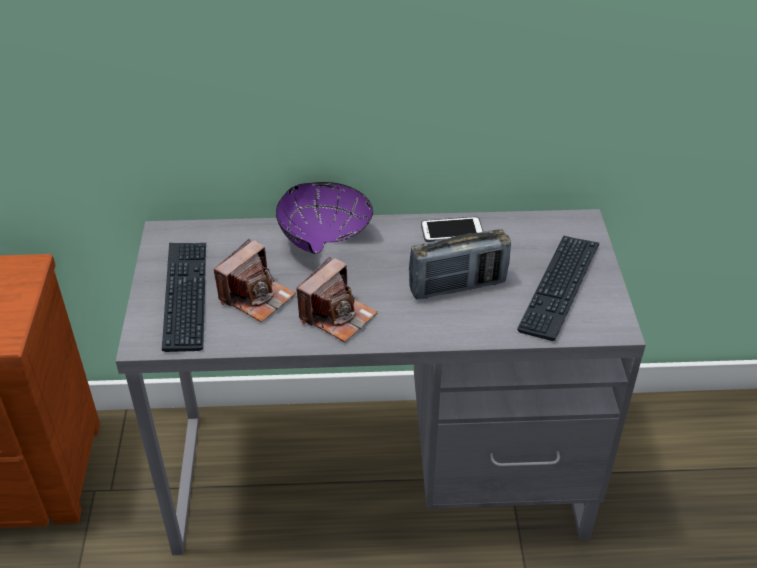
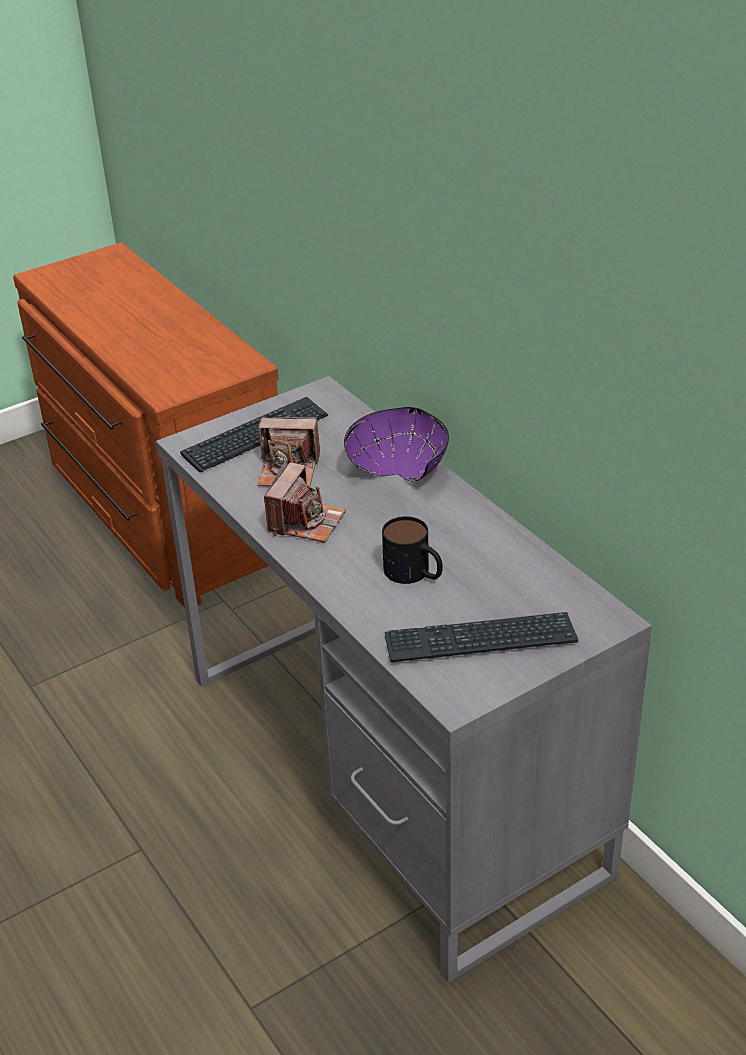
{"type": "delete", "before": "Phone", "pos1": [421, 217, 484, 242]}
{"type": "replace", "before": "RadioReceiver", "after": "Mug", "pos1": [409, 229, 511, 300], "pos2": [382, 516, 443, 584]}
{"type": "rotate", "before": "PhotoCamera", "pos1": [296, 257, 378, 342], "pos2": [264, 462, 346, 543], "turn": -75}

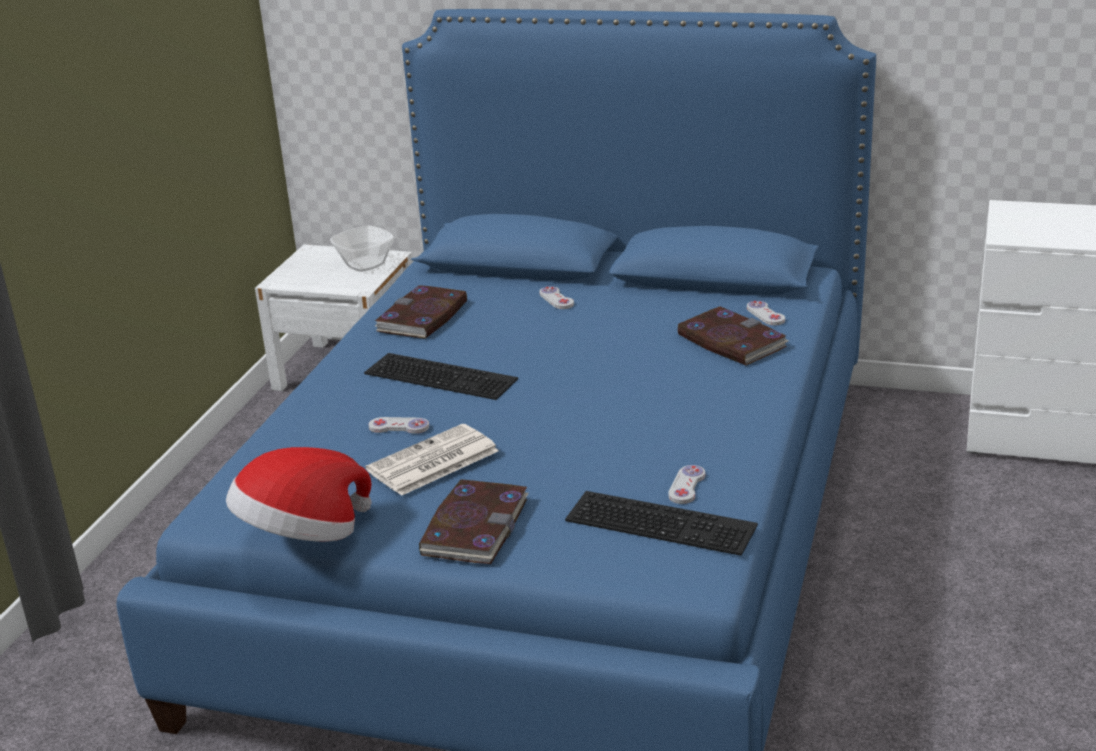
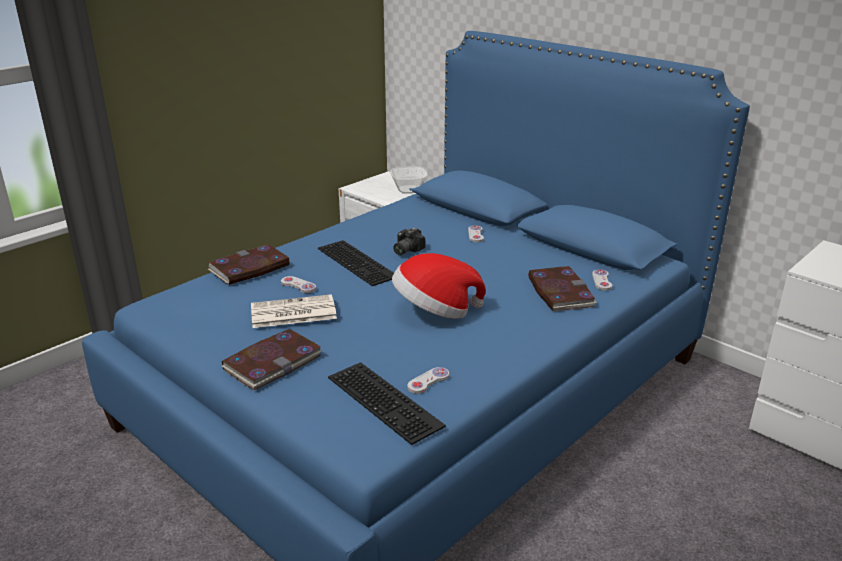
{"type": "move", "before": "BoundBook", "pos1": [375, 285, 467, 339], "pos2": [208, 245, 290, 285]}
{"type": "move", "before": "Hat", "pos1": [226, 447, 371, 542], "pos2": [392, 253, 486, 319]}
{"type": "insert", "after": "PhotoCamera", "pos2": [393, 228, 425, 255]}

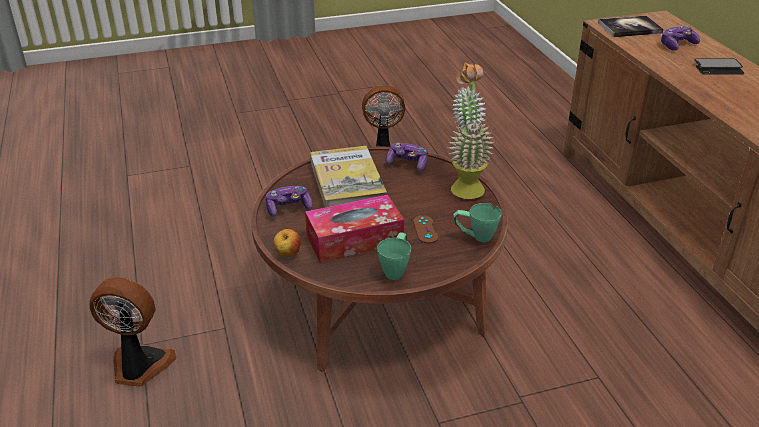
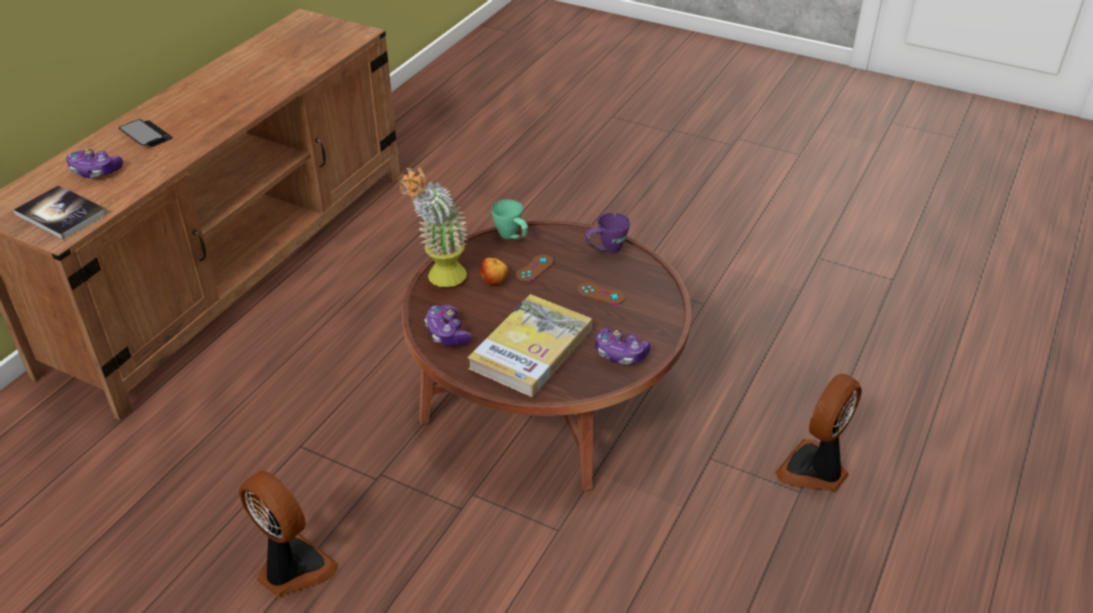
{"type": "replace", "before": "BoxOfTissues", "after": "BrownJoypad", "pos1": [305, 195, 404, 262], "pos2": [577, 282, 625, 305]}
{"type": "move", "before": "AppleFruit", "pos1": [273, 229, 301, 257], "pos2": [480, 258, 508, 285]}
{"type": "recolor", "before": "GreenColouredMug", "after": "PurpleColouredMug", "pos1": [377, 232, 411, 280], "pos2": [585, 213, 630, 253]}
{"type": "rotate", "before": "ElectricFan", "pos1": [89, 277, 177, 387], "pos2": [775, 373, 862, 492], "turn": 75}

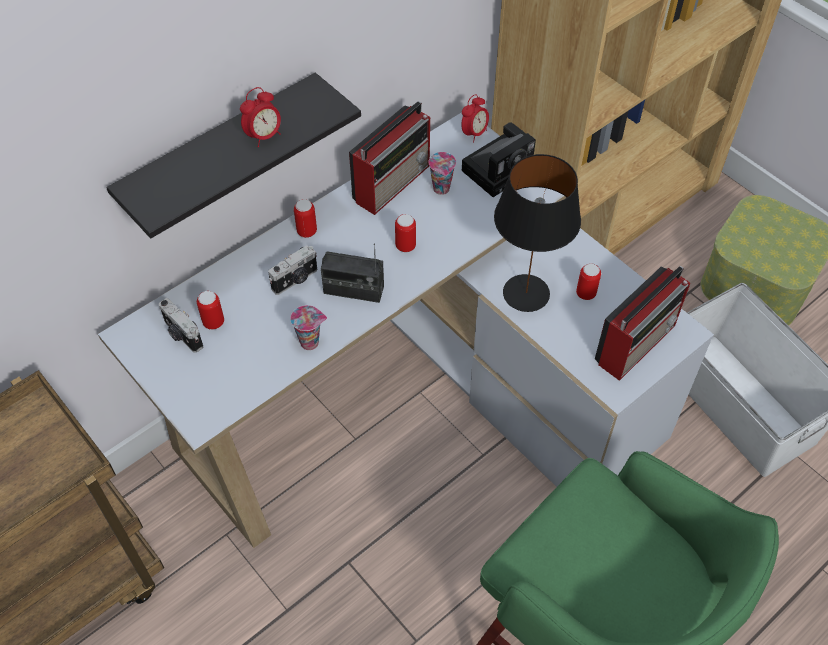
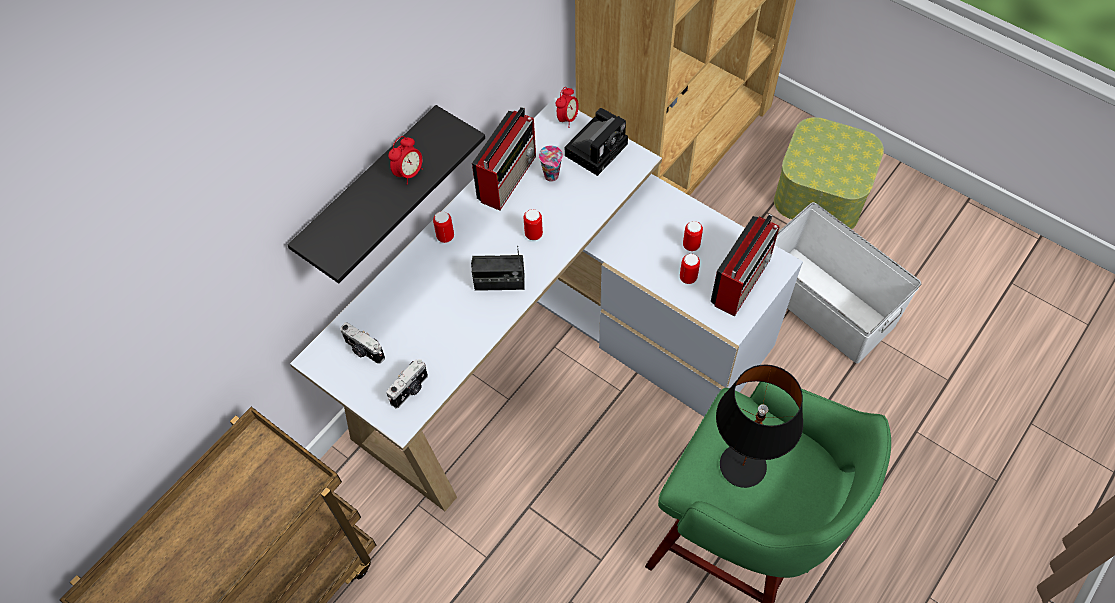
{"type": "move", "before": "BlackColouredTableLamp", "pos1": [494, 154, 581, 312], "pos2": [716, 365, 803, 488]}
{"type": "move", "before": "PhotoCamera", "pos1": [268, 245, 317, 295], "pos2": [386, 359, 428, 409]}
{"type": "move", "before": "SealedCan", "pos1": [197, 291, 224, 330], "pos2": [680, 254, 700, 284]}
{"type": "delete", "before": "SmallCup", "pos1": [290, 305, 327, 350]}

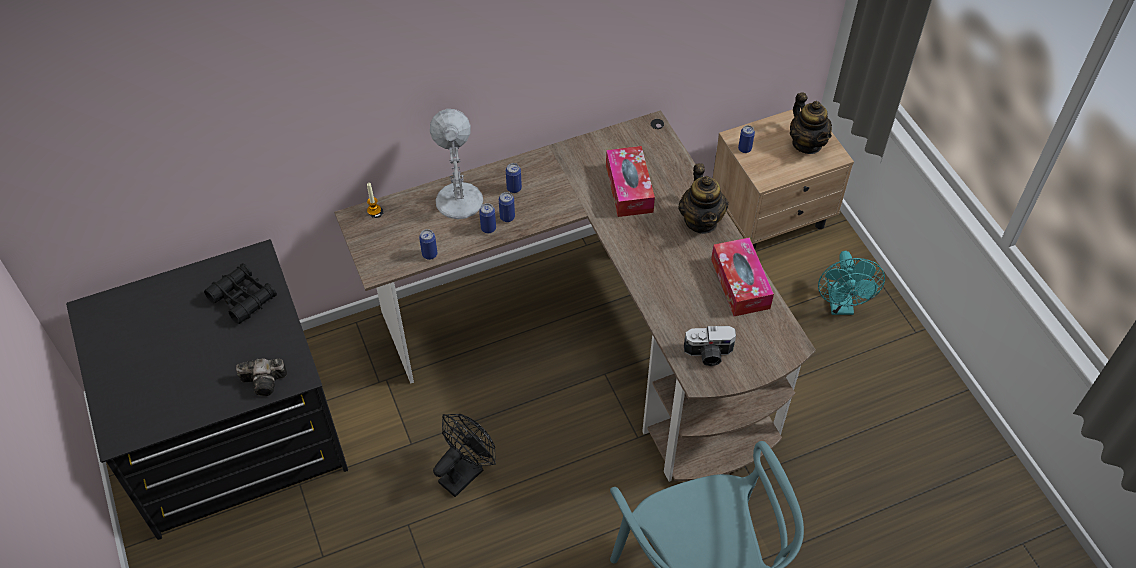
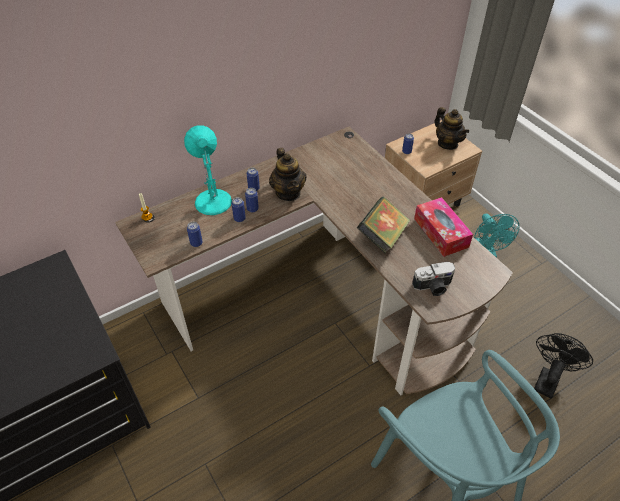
{"type": "recolor", "before": "WhiteTableLamp", "after": "BlueGreenTableLamp", "pos1": [430, 109, 483, 219], "pos2": [184, 125, 232, 215]}
{"type": "delete", "before": "BoxOfTissues", "pos1": [606, 146, 655, 217]}
{"type": "move", "before": "PotForTea", "pos1": [678, 163, 728, 234], "pos2": [269, 148, 306, 201]}
{"type": "delete", "before": "BlackColouredBinoculars", "pos1": [204, 263, 277, 324]}
{"type": "delete", "before": "PhotoCamera", "pos1": [236, 358, 287, 396]}
{"type": "move", "before": "BlackColouredElectricFan", "pos1": [433, 414, 496, 497], "pos2": [534, 333, 593, 399]}
{"type": "insert", "after": "BoundBook", "pos2": [357, 197, 410, 253]}

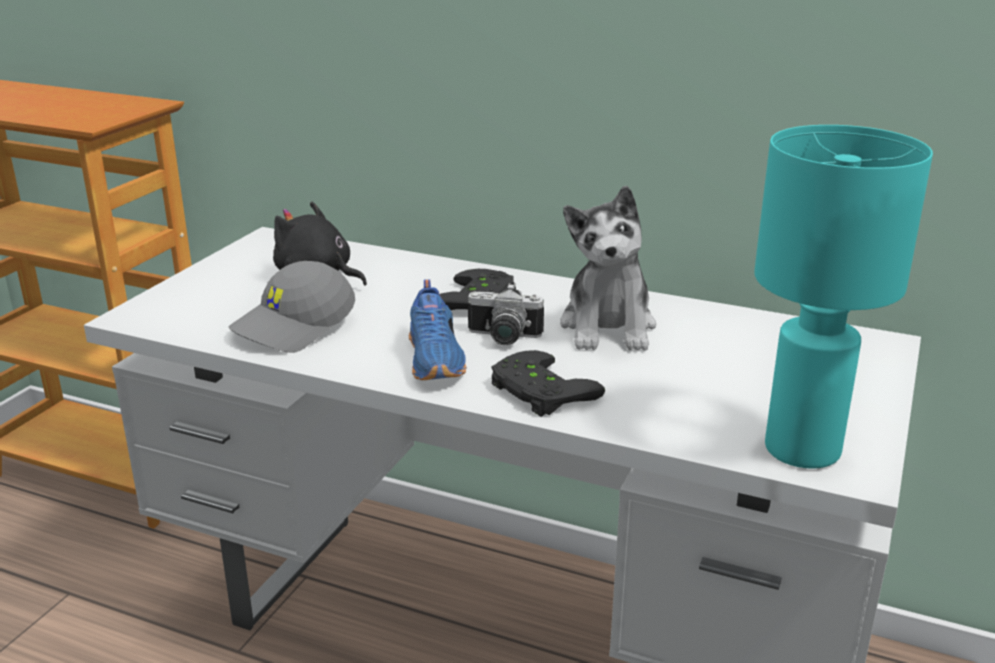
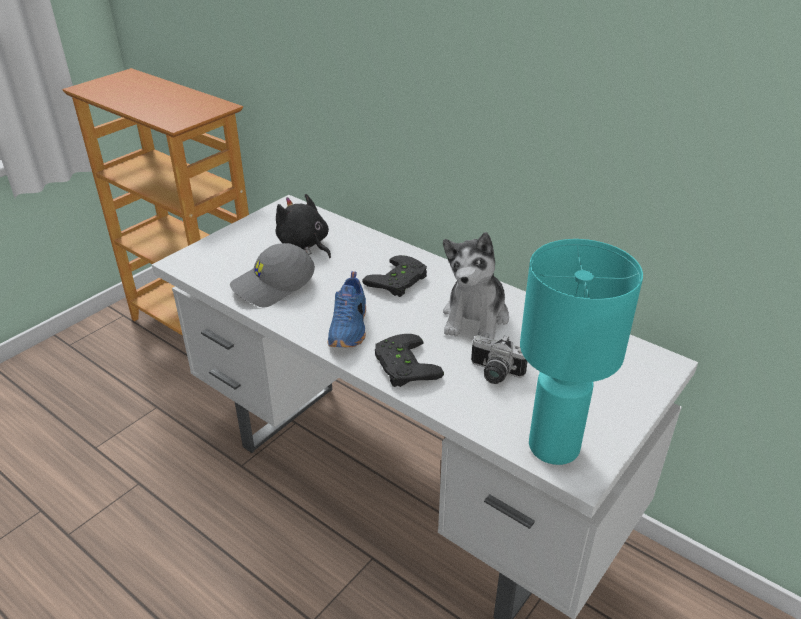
{"type": "move", "before": "PhotoCamera", "pos1": [468, 283, 544, 345], "pos2": [471, 335, 527, 384]}

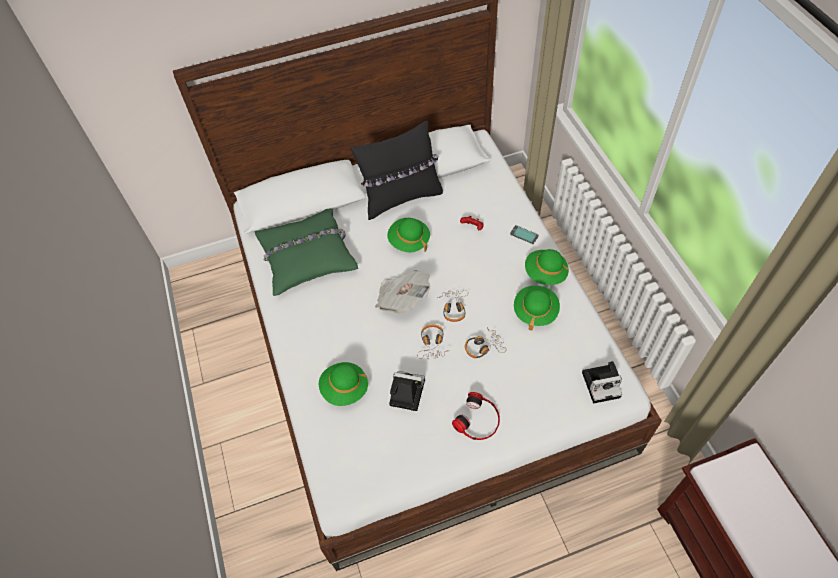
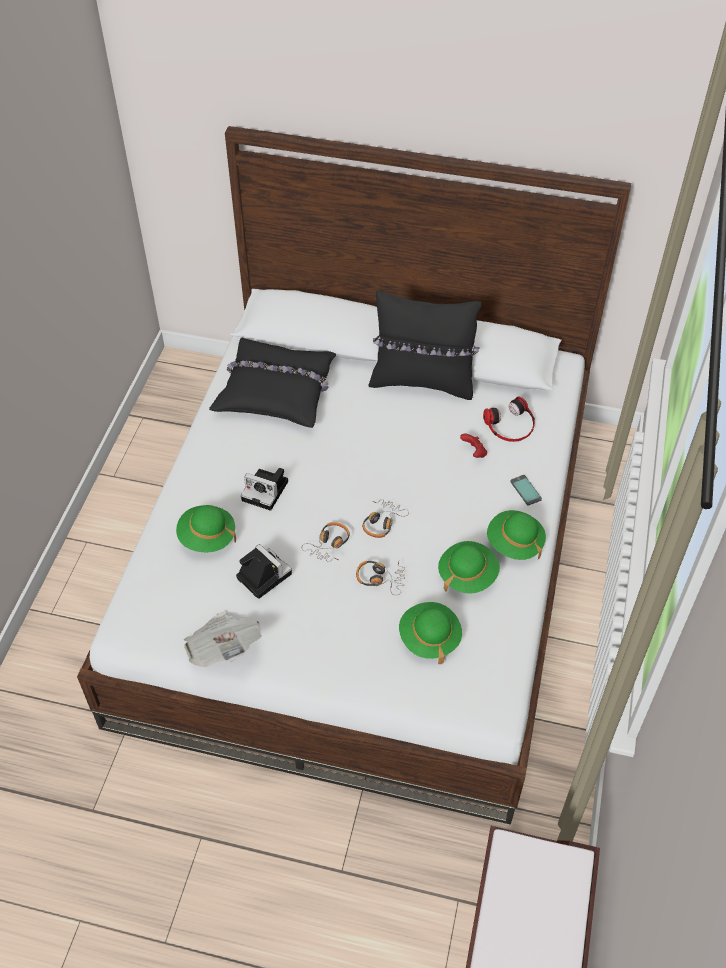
{"type": "recolor", "before": "GreenColouredThrowPillow", "after": "BlackColouredThrowPillow", "pos1": [255, 208, 358, 296], "pos2": [209, 338, 336, 428]}
{"type": "move", "before": "GreenColouredHat", "pos1": [387, 218, 430, 252], "pos2": [399, 602, 462, 664]}
{"type": "move", "before": "Newspaper", "pos1": [375, 270, 430, 313], "pos2": [184, 612, 262, 667]}
{"type": "move", "before": "PhotoCamera", "pos1": [582, 361, 622, 403], "pos2": [241, 468, 288, 511]}
{"type": "move", "before": "PairOfHeadphones", "pos1": [452, 392, 500, 440], "pos2": [483, 397, 535, 442]}

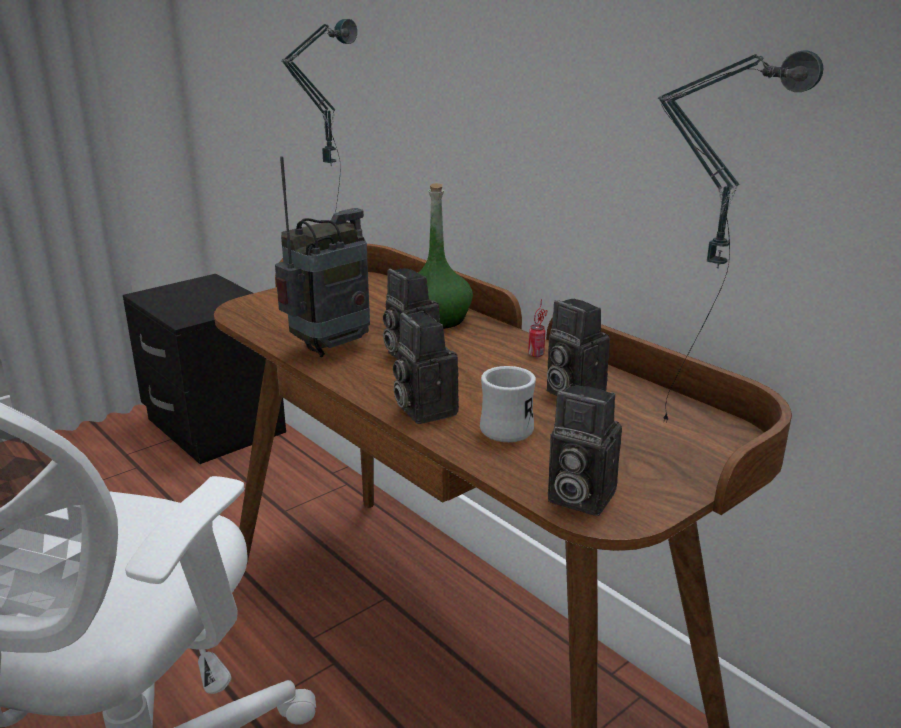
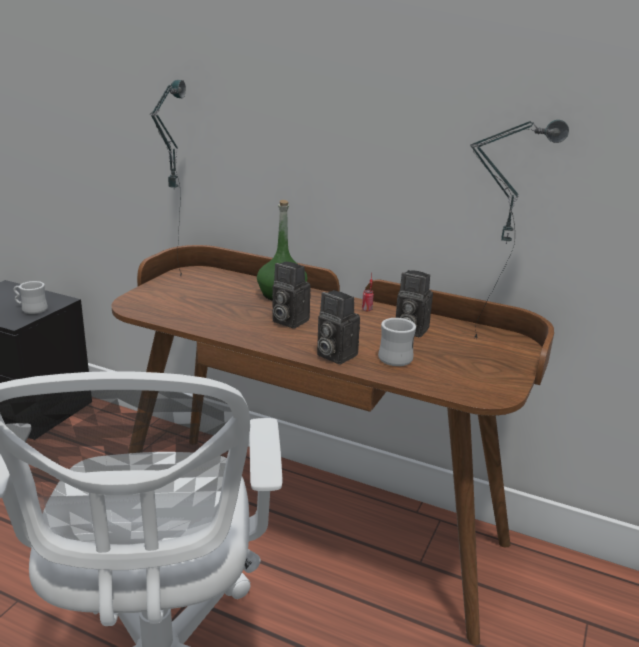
{"type": "delete", "before": "RadioReceiver", "pos1": [275, 156, 370, 357]}
{"type": "delete", "before": "PhotoCamera", "pos1": [548, 384, 622, 516]}
{"type": "insert", "after": "WhiteMug", "pos2": [13, 281, 48, 314]}

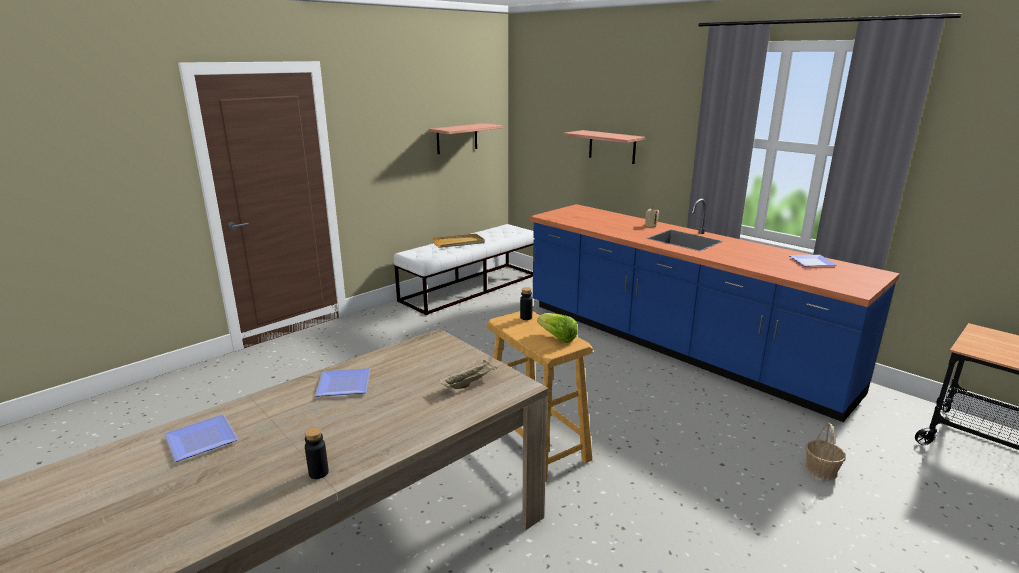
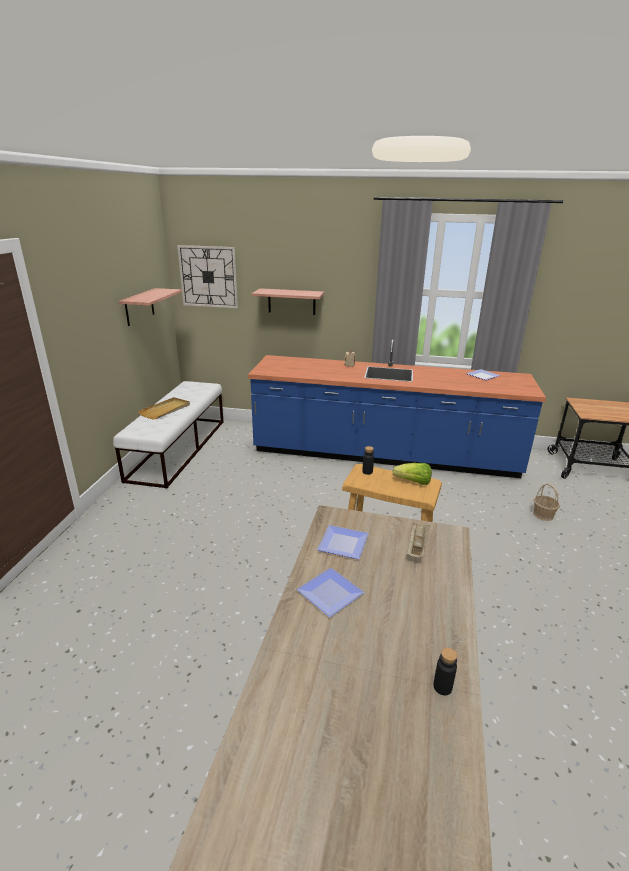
{"type": "move", "before": "FlatDish", "pos1": [164, 414, 238, 462], "pos2": [317, 525, 369, 559]}
{"type": "insert", "after": "WallClock", "pos2": [177, 245, 238, 308]}

